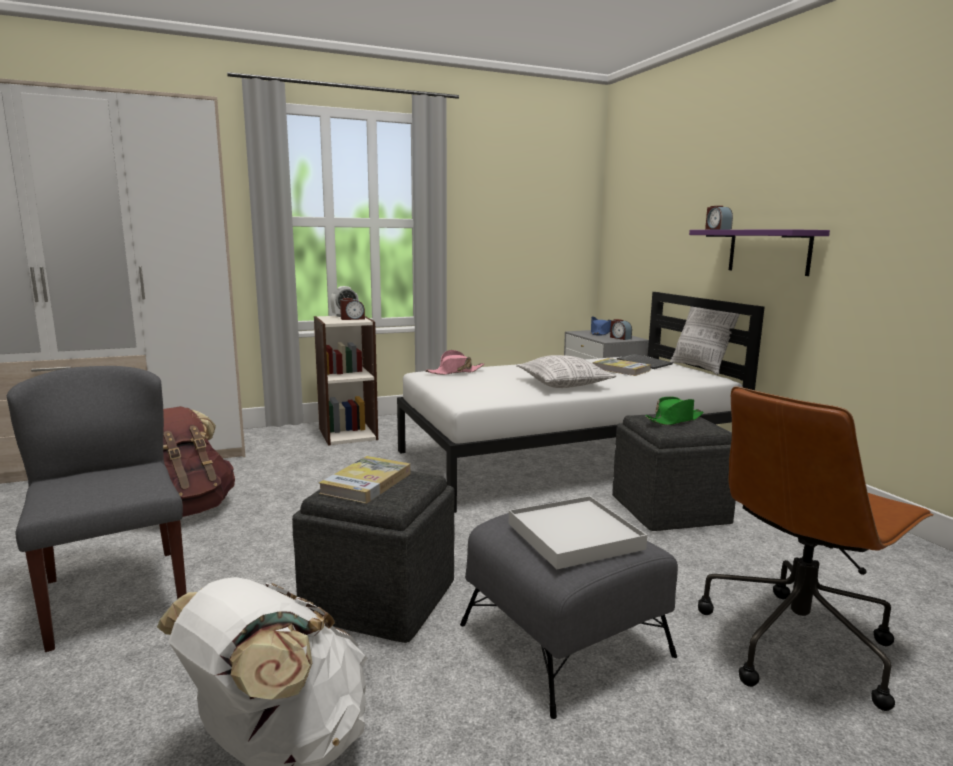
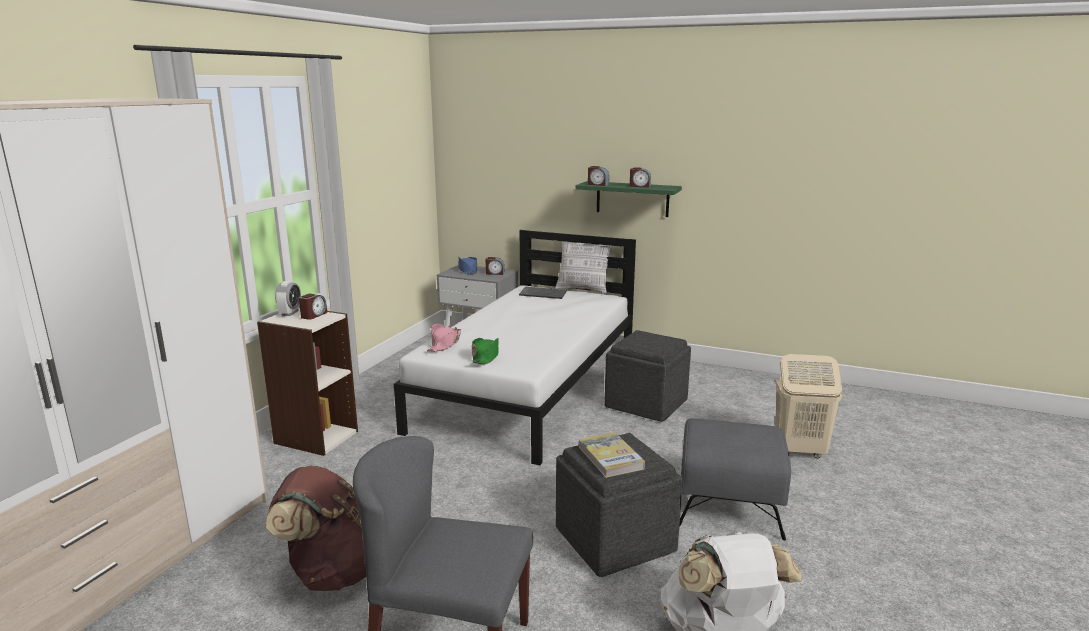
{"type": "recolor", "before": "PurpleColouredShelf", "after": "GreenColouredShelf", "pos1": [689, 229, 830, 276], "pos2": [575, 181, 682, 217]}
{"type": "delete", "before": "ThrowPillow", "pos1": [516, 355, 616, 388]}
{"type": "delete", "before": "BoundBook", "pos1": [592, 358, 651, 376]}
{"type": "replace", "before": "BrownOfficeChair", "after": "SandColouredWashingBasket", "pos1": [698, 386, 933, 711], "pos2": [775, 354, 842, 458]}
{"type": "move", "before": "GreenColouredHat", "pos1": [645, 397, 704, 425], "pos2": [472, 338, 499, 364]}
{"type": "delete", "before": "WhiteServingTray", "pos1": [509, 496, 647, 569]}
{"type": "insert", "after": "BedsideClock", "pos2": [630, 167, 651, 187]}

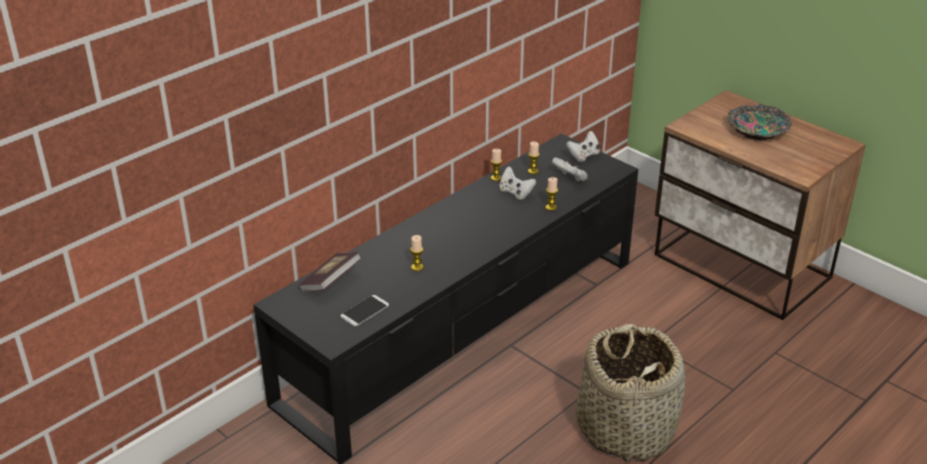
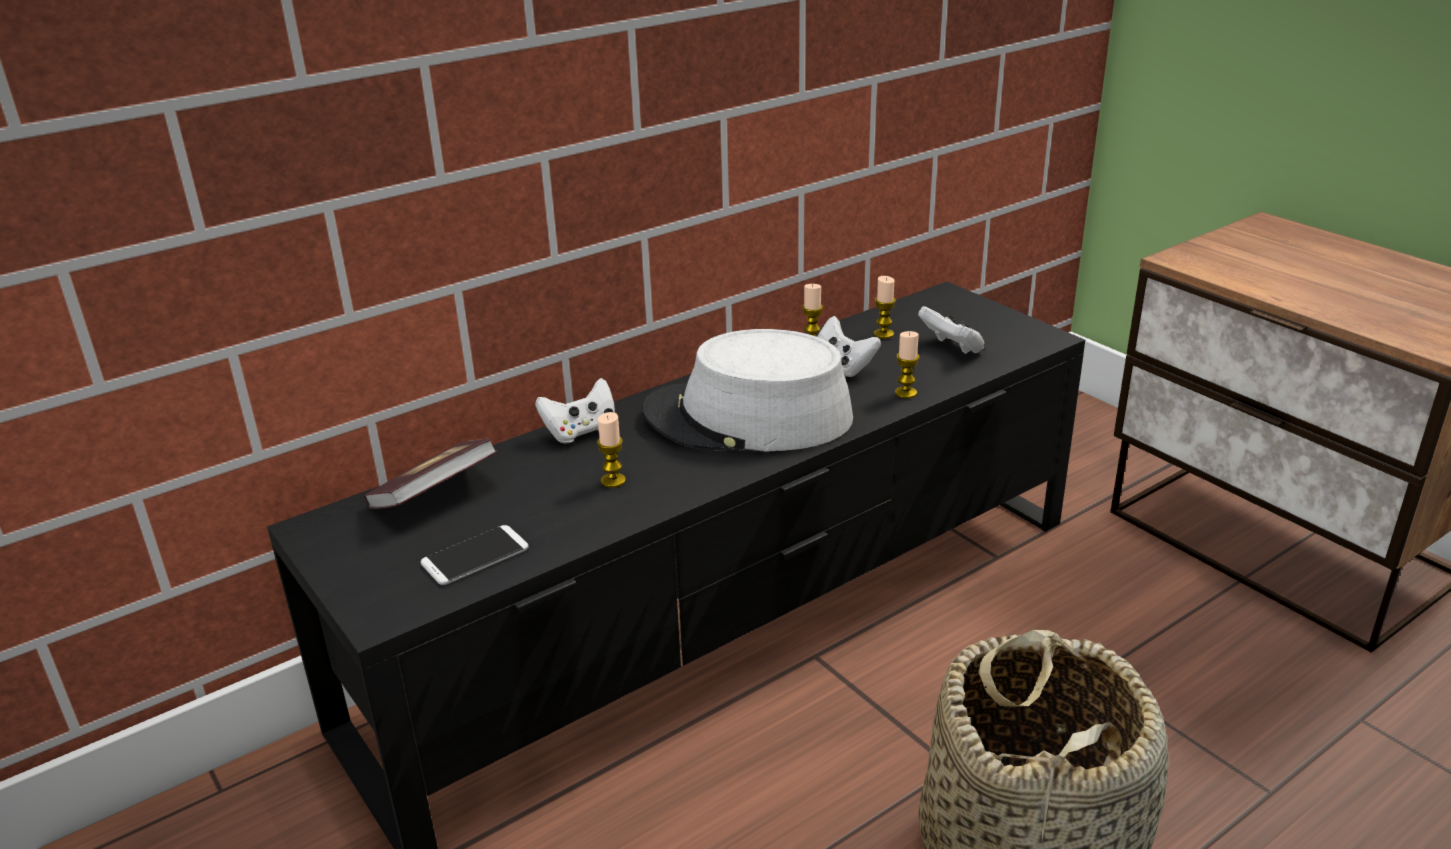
{"type": "delete", "before": "Bowl", "pos1": [727, 104, 793, 140]}
{"type": "move", "before": "WhiteJoypad", "pos1": [566, 131, 600, 162], "pos2": [535, 378, 615, 444]}
{"type": "insert", "after": "GreyishHat", "pos2": [642, 329, 853, 452]}

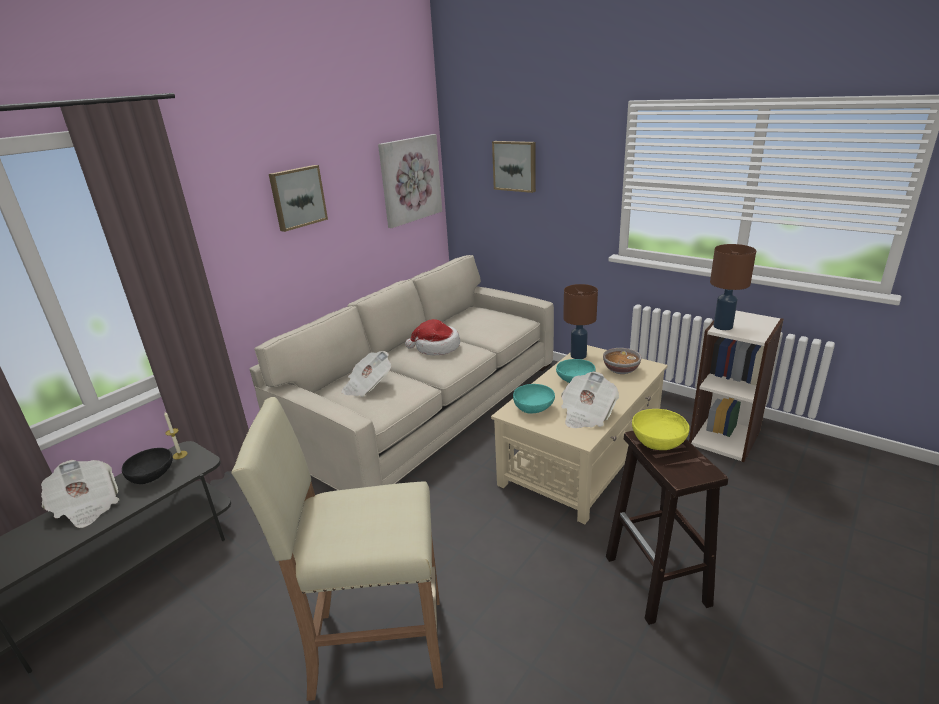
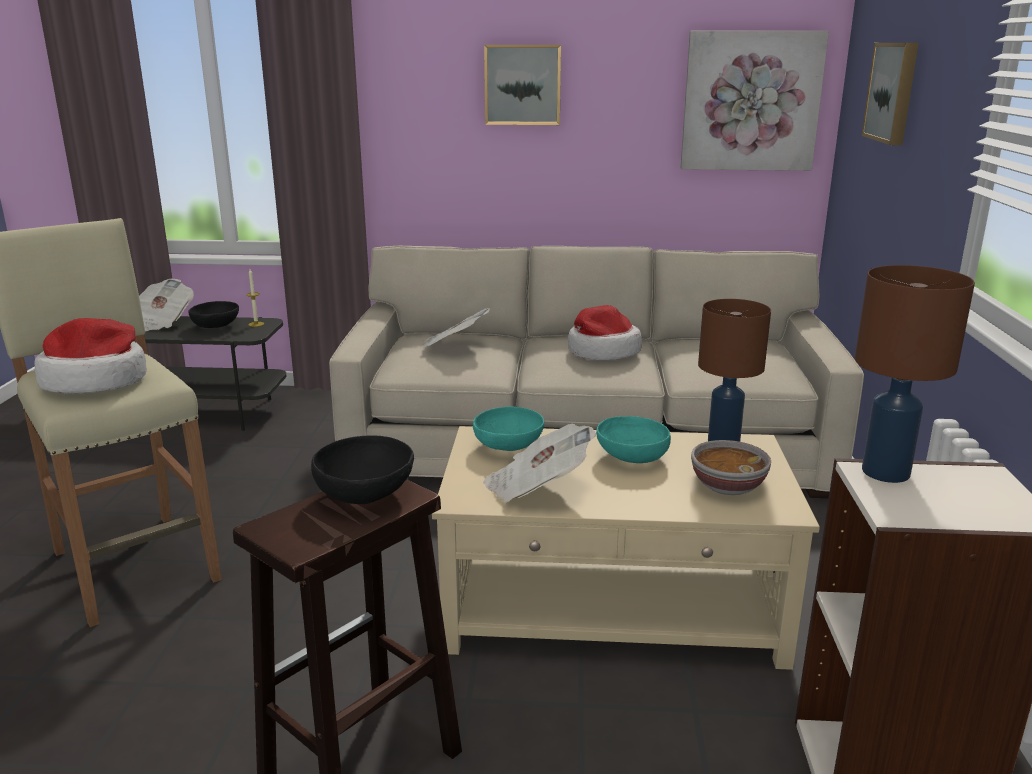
{"type": "recolor", "before": "YellowBowl", "after": "BlackColouredBowl", "pos1": [632, 409, 690, 450], "pos2": [311, 435, 414, 504]}
{"type": "insert", "after": "Hat", "pos2": [34, 318, 146, 394]}

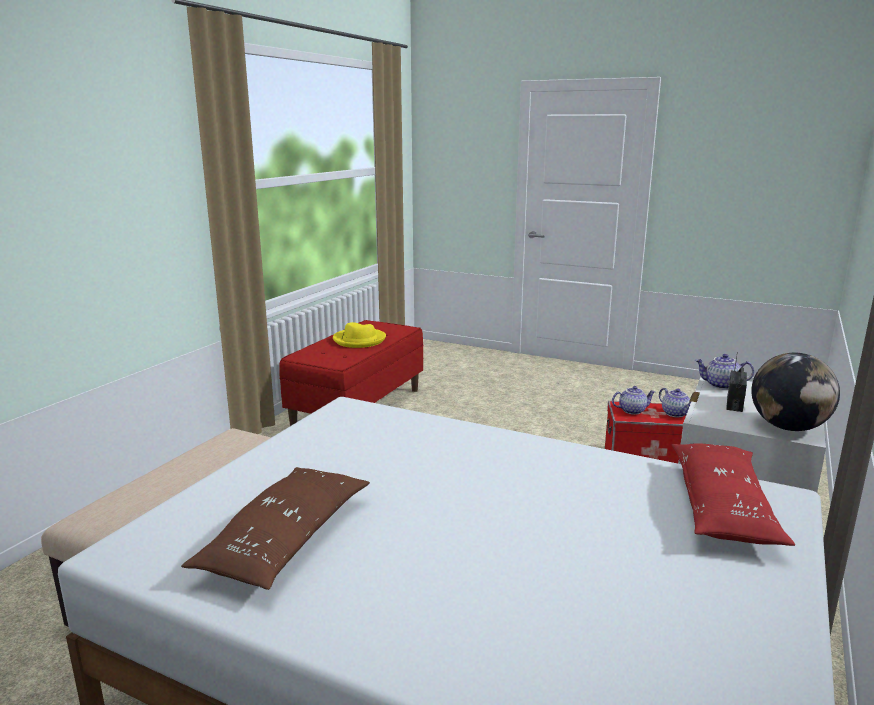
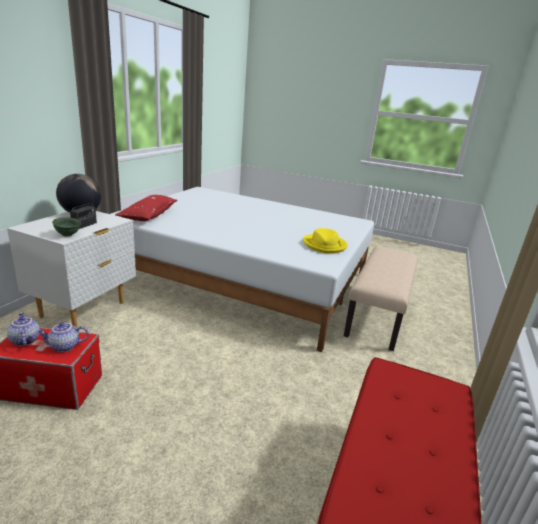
{"type": "move", "before": "YellowHat", "pos1": [333, 322, 386, 348], "pos2": [303, 228, 348, 253]}
{"type": "replace", "before": "PotForTea", "after": "GreenColouredBowl", "pos1": [695, 354, 754, 390], "pos2": [52, 217, 81, 237]}
{"type": "delete", "before": "BrownThrowPillow", "pos1": [181, 467, 370, 590]}

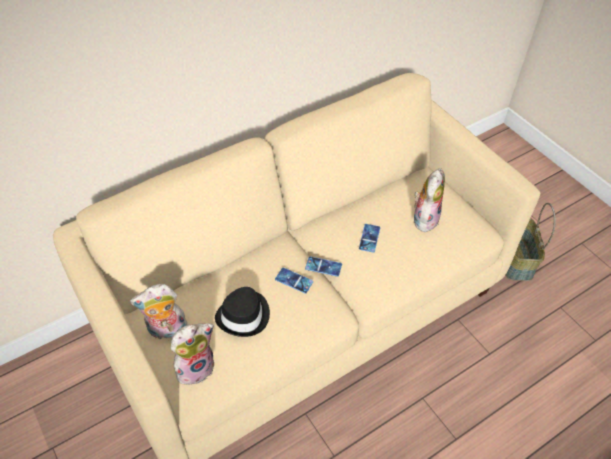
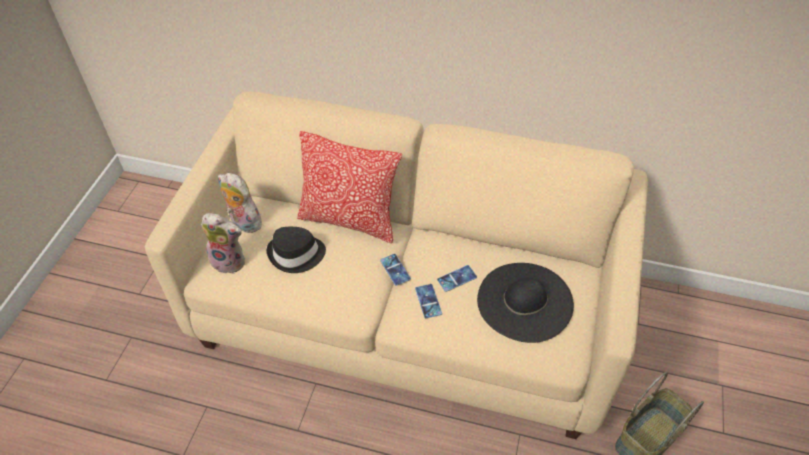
{"type": "replace", "before": "CuddlyToy", "after": "BlackColouredHat", "pos1": [414, 168, 445, 232], "pos2": [477, 263, 574, 343]}
{"type": "move", "before": "Phone", "pos1": [275, 267, 313, 294], "pos2": [415, 284, 442, 318]}
{"type": "insert", "after": "ThrowPillow", "pos2": [297, 131, 402, 243]}

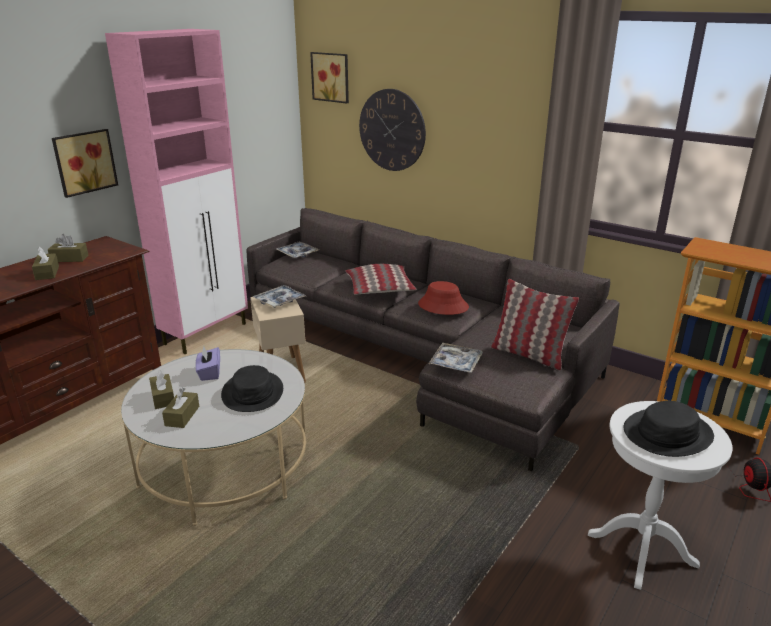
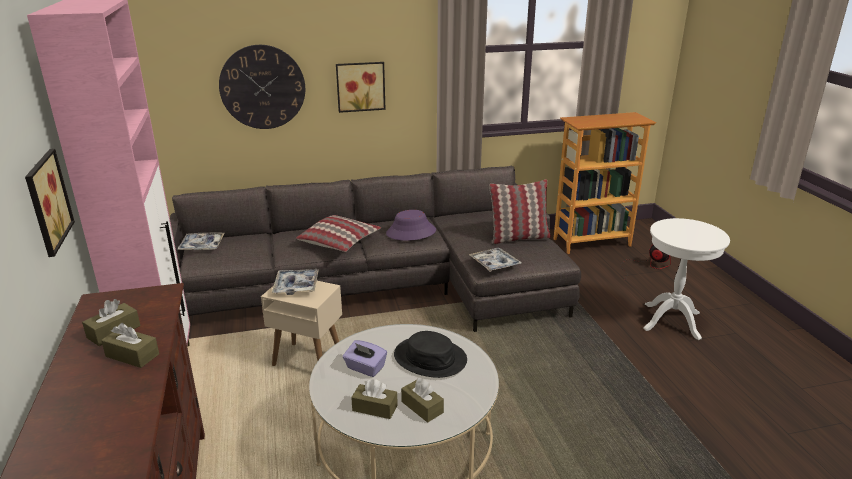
{"type": "move", "before": "WallPicture", "pos1": [310, 52, 349, 103], "pos2": [336, 62, 386, 113]}
{"type": "recolor", "before": "RedHat", "after": "PurpleColouredHat", "pos1": [418, 281, 469, 315], "pos2": [386, 210, 436, 241]}
{"type": "delete", "before": "BlackColouredHat", "pos1": [624, 401, 714, 457]}

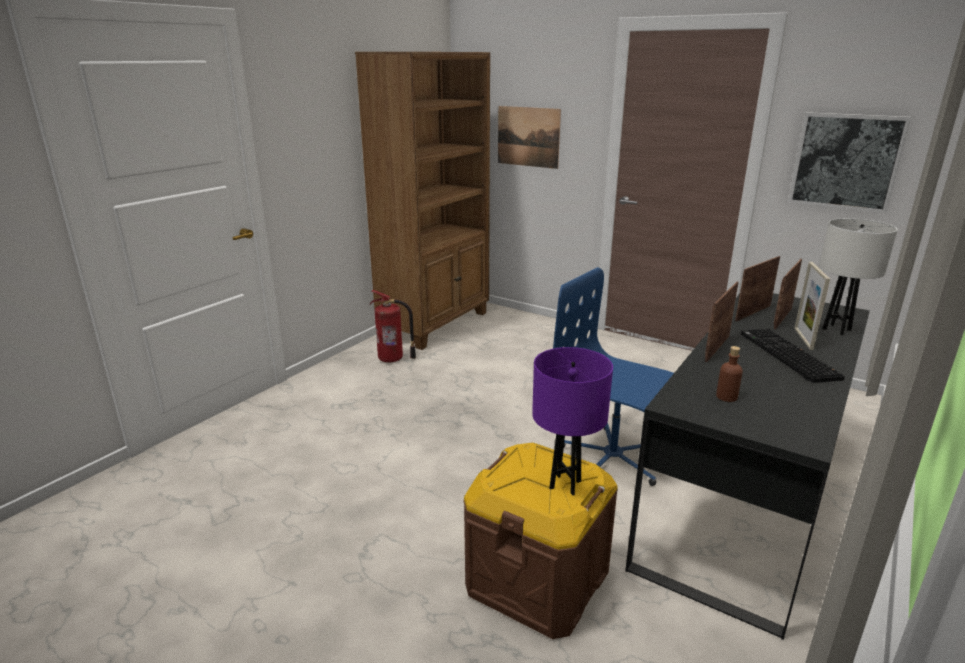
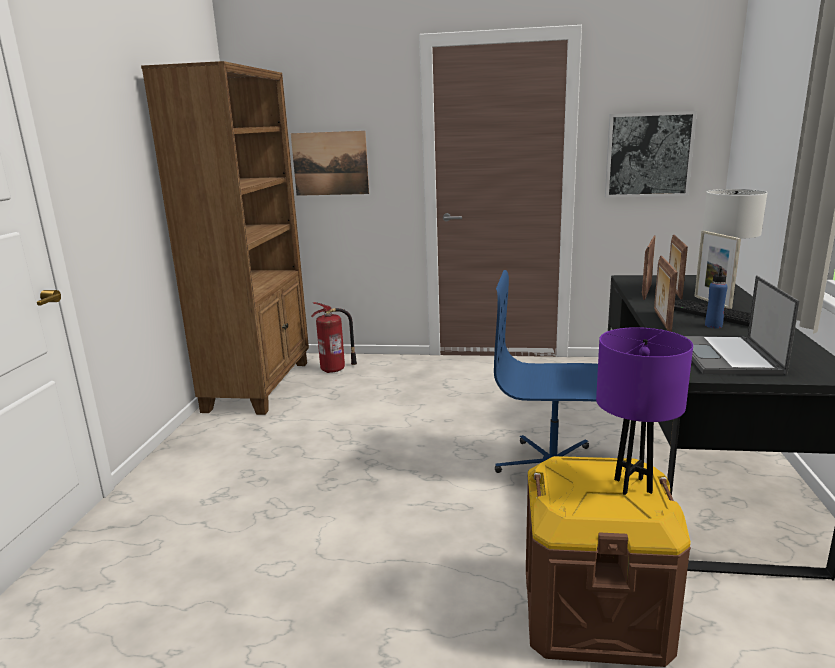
{"type": "move", "before": "FireFightingCylinder", "pos1": [369, 290, 416, 362], "pos2": [311, 302, 357, 373]}
{"type": "replace", "before": "BrownDrinkBottle", "after": "NotebookComputer", "pos1": [716, 346, 743, 402], "pos2": [684, 275, 800, 375]}
{"type": "insert", "after": "BlueDrinkBottle", "pos2": [705, 266, 728, 328]}

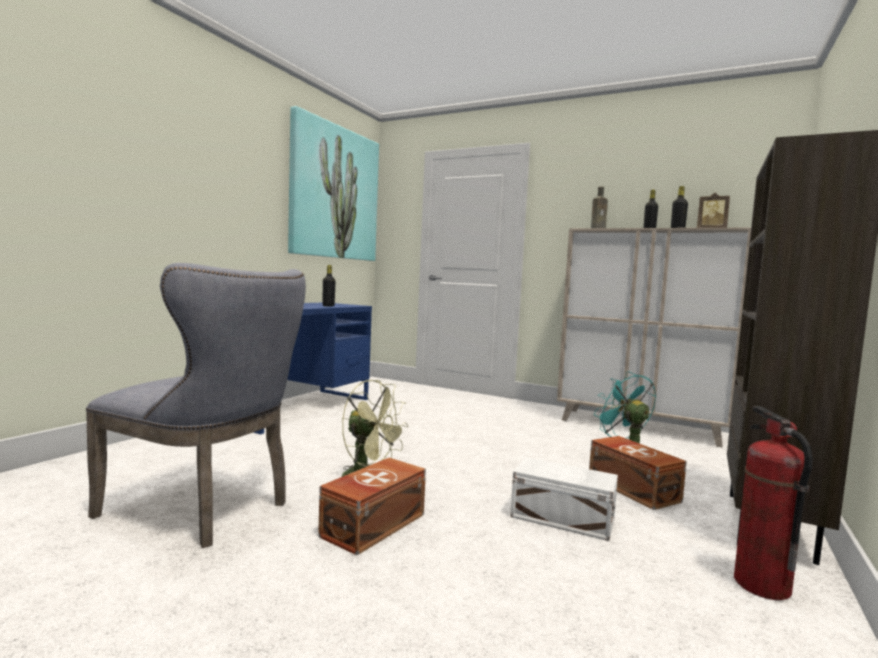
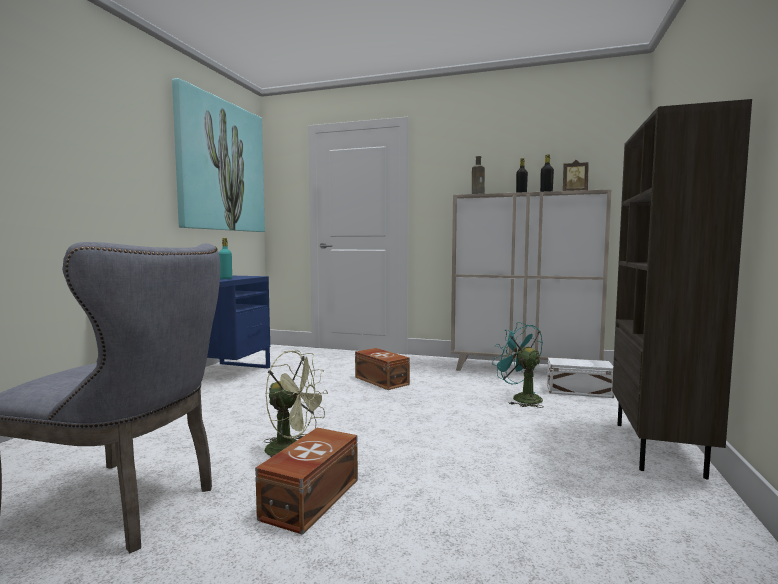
{"type": "recolor", "before": "BlackColouredDrinkBottle", "after": "BlueGreenDrinkBottle", "pos1": [323, 265, 336, 307], "pos2": [219, 238, 232, 279]}
{"type": "delete", "before": "FireFightingCylinder", "pos1": [734, 406, 813, 600]}
{"type": "move", "before": "BrownStorageBox", "pos1": [589, 436, 687, 510], "pos2": [355, 348, 410, 390]}
{"type": "move", "before": "WhiteStorageBox", "pos1": [510, 457, 618, 541], "pos2": [547, 358, 614, 398]}

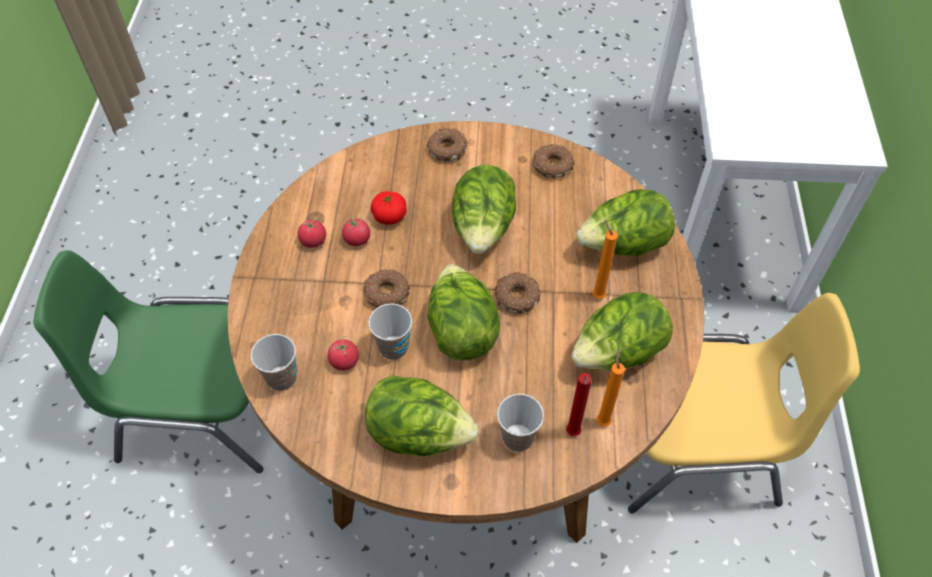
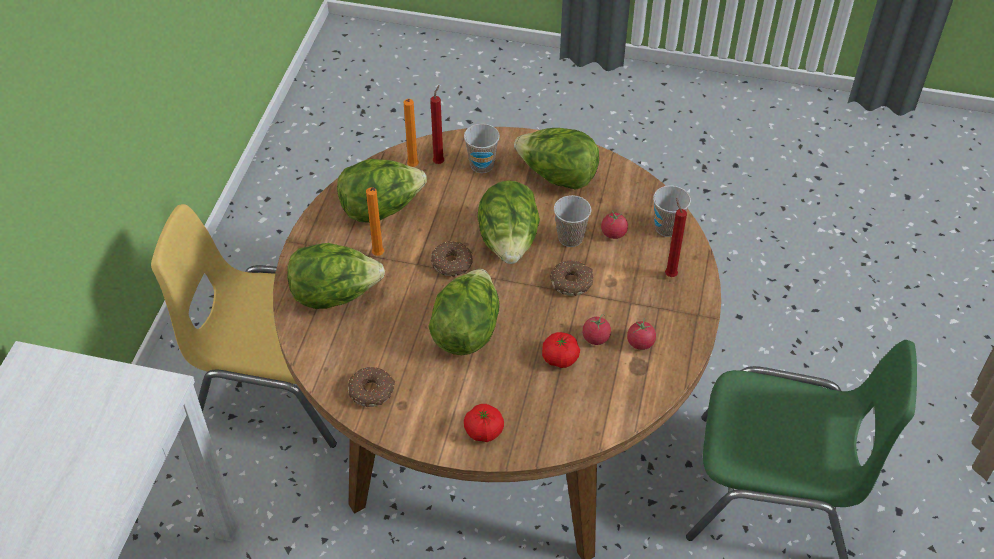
{"type": "replace", "before": "RingDoughnut", "after": "FreshTomato", "pos1": [427, 128, 467, 161], "pos2": [464, 404, 504, 442]}
{"type": "insert", "after": "RedWaxCandle", "pos2": [665, 198, 687, 277]}

